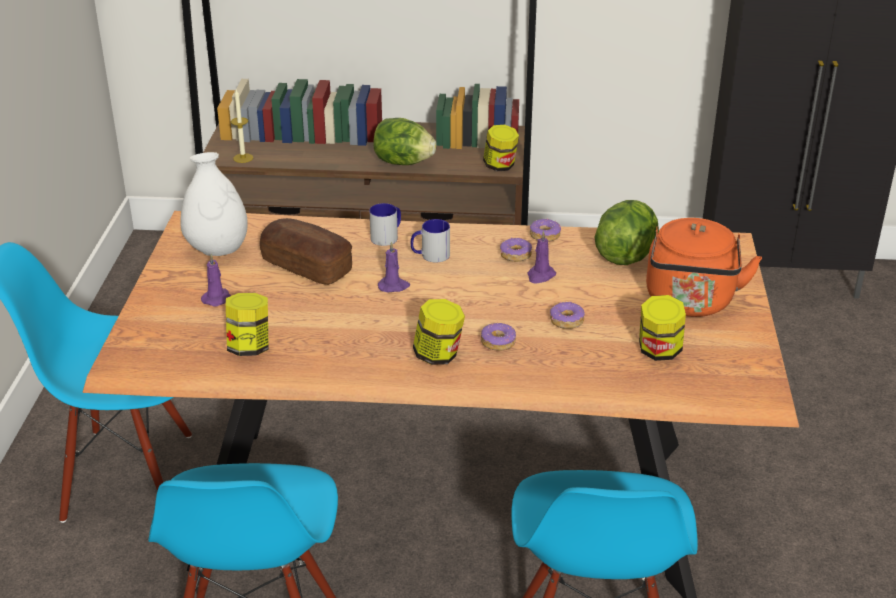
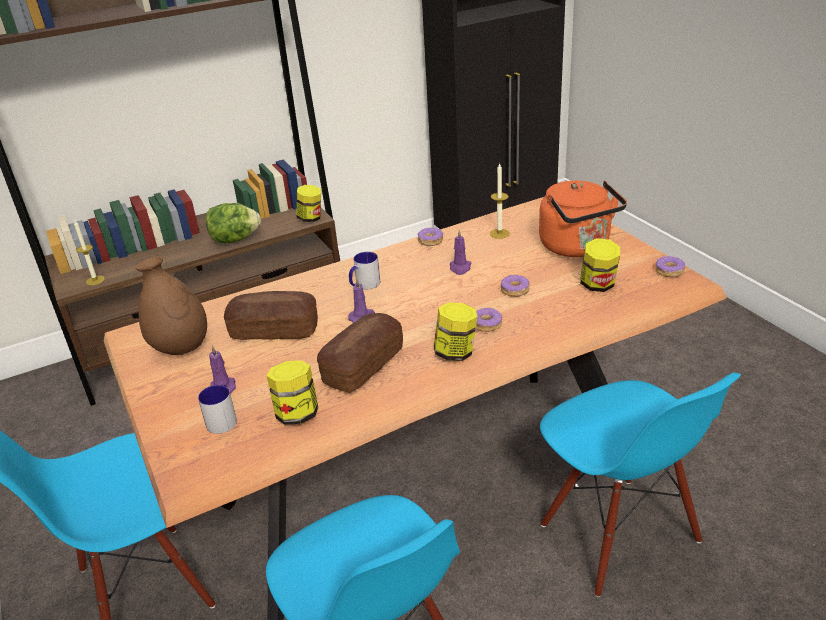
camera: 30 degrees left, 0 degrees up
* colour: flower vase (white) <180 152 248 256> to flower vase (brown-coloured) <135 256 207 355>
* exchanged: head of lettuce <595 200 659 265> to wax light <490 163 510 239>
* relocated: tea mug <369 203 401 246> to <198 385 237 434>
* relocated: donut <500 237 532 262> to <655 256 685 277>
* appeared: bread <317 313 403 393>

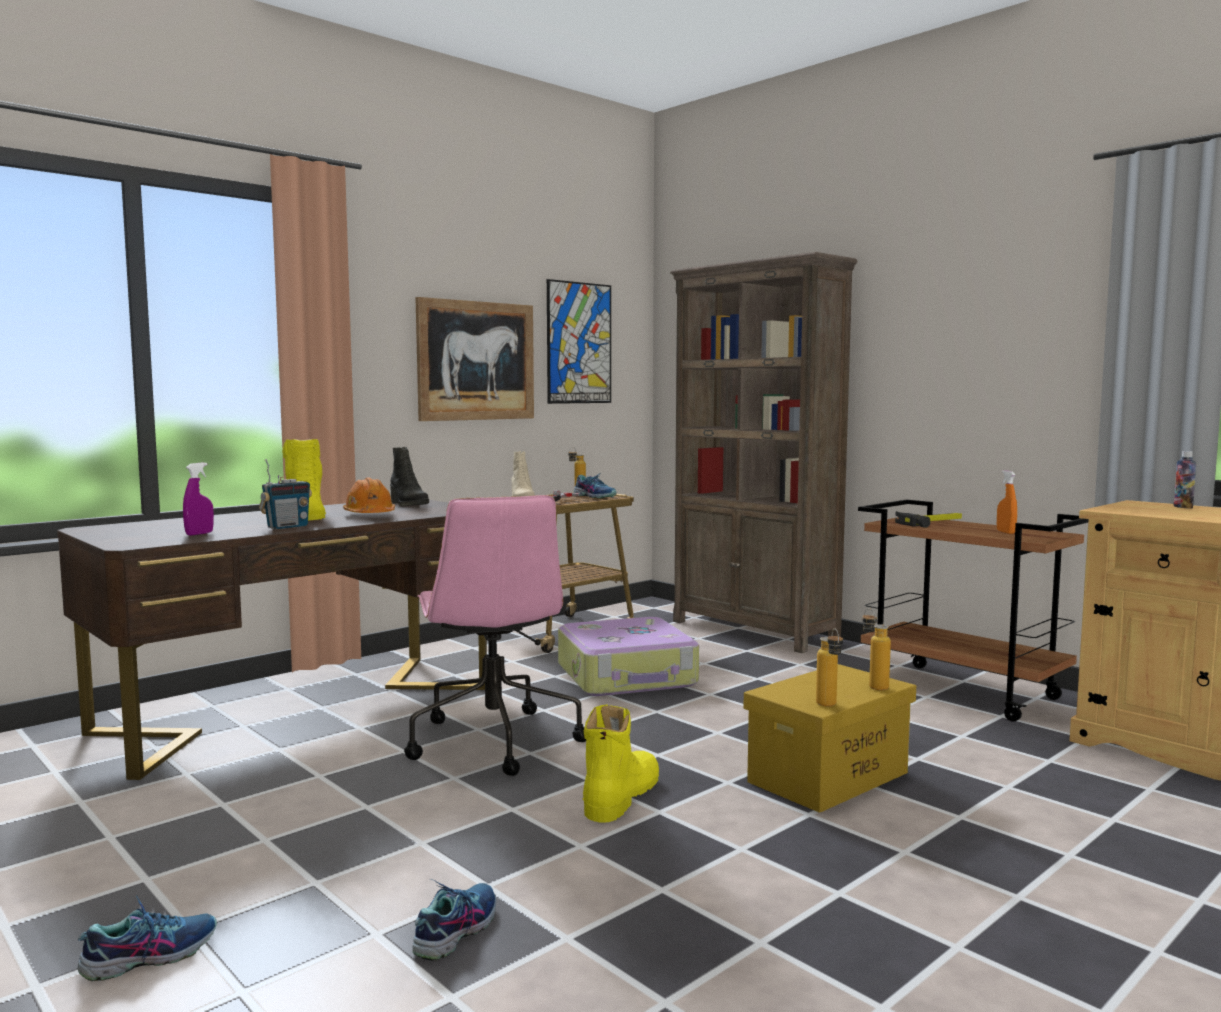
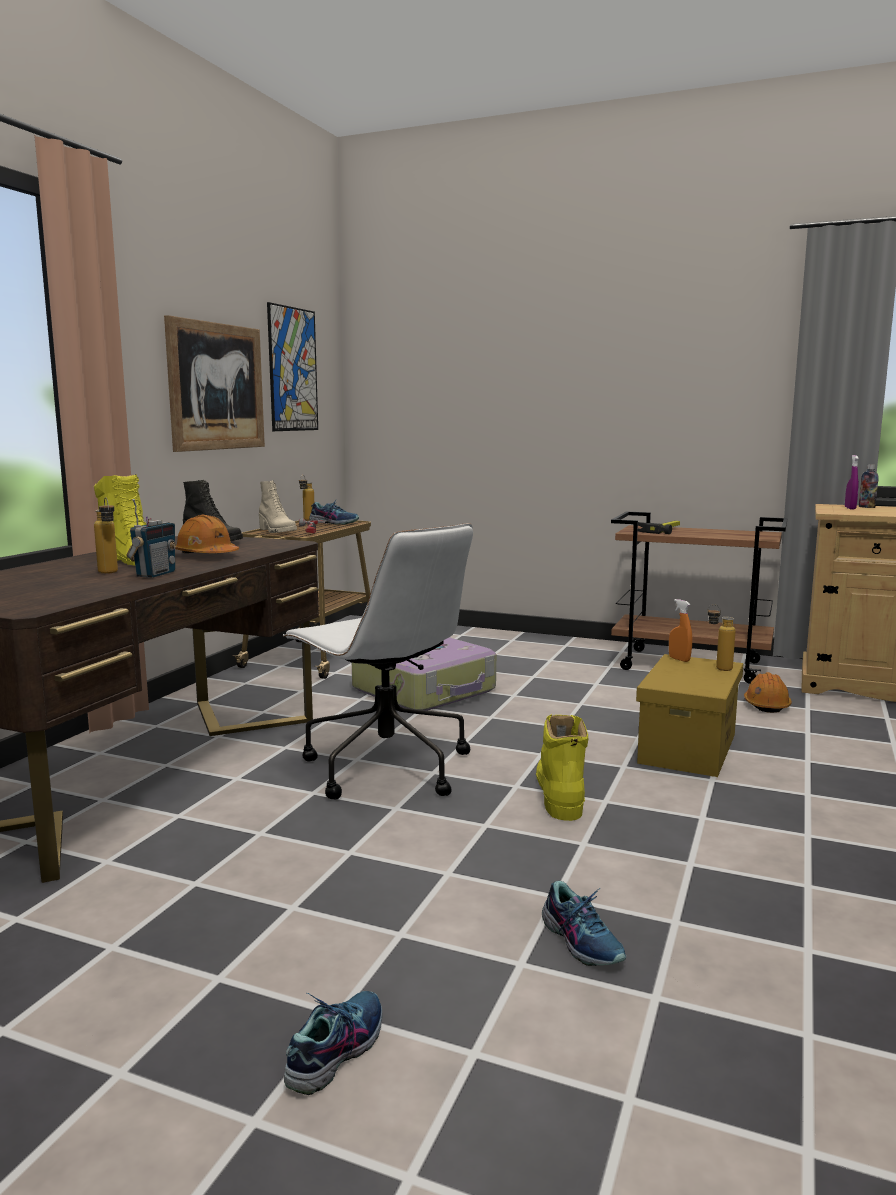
camera: 25 degrees left, 5 degrees up
* missing: bookcase (brown-coloured) <670 252 857 653>
* relocated: hand sprayer (purplish) <183 462 214 536> to <845 455 859 509>
* relocated: hand sprayer (orange) <997 470 1017 534> to <669 599 692 662>
* colour: desk chair (pink-coloured) <404 495 586 776> to desk chair (white) <283 523 473 799>
* relocated: beverage bottle <816 628 843 706> to <94 497 118 574>
* spun: shoe <412 879 496 961> = <542 881 626 966> 150 degrees clockwise
* appeared: hard hat (orange) <744 672 792 713>

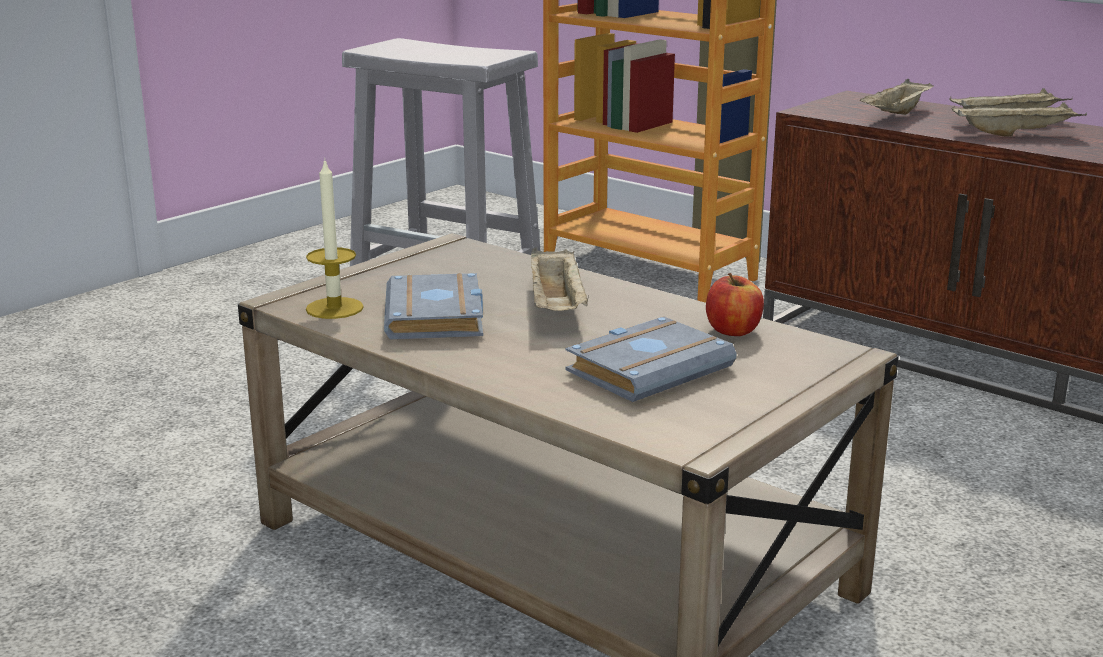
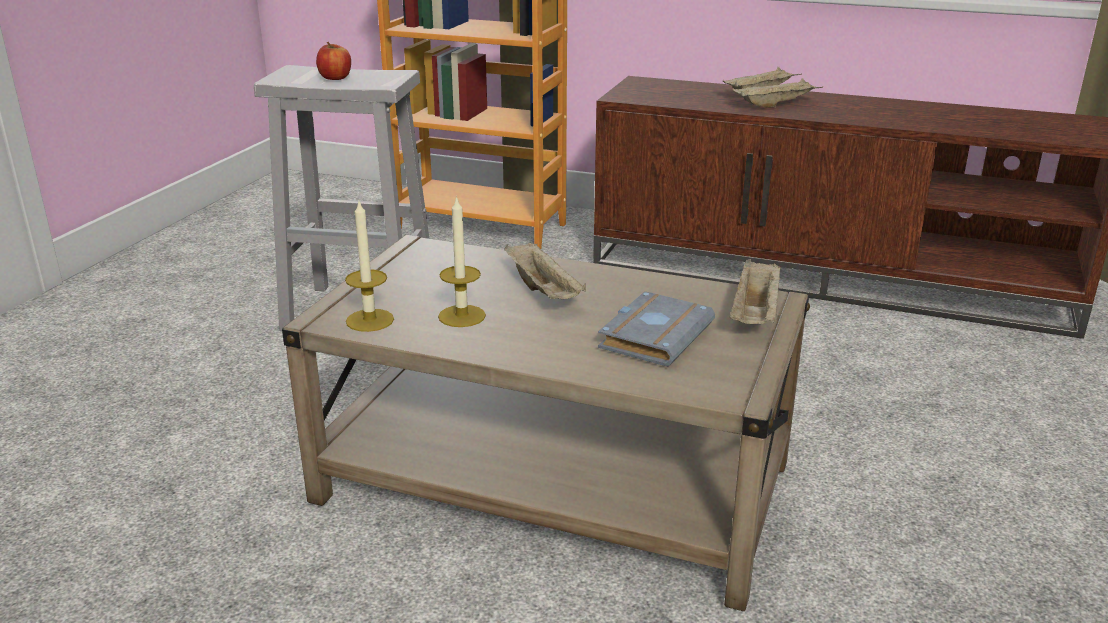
camera: 20 degrees left, 5 degrees up
* relocated: tray (beige-coloured) <860 79 934 115> to <730 259 781 324>
* exchanged: bound book (grey) <384 273 483 340> to wax light <438 196 486 327>
* relocated: whole apple <706 273 764 336> to <316 42 351 80>

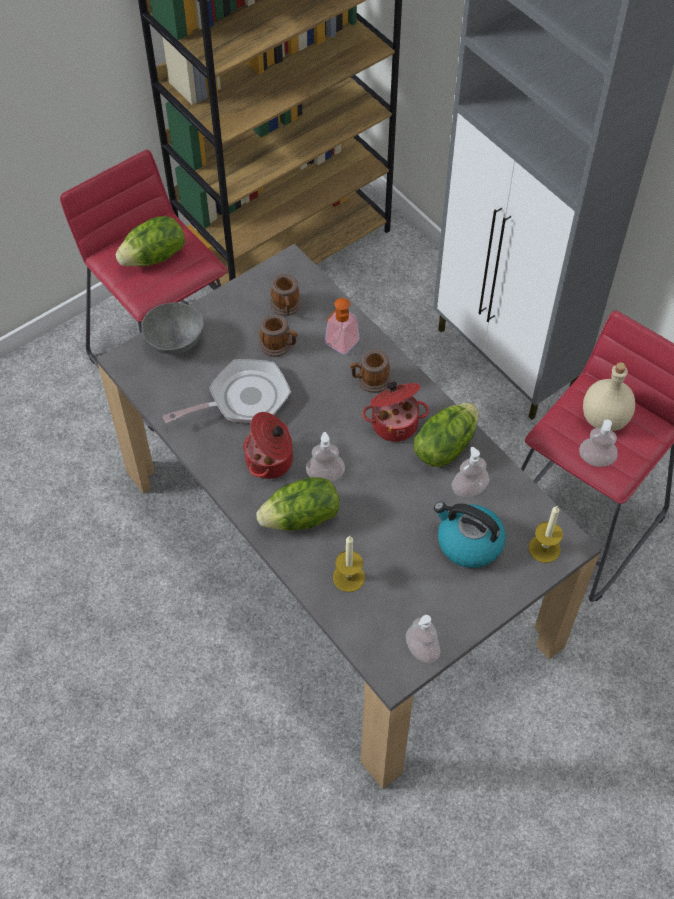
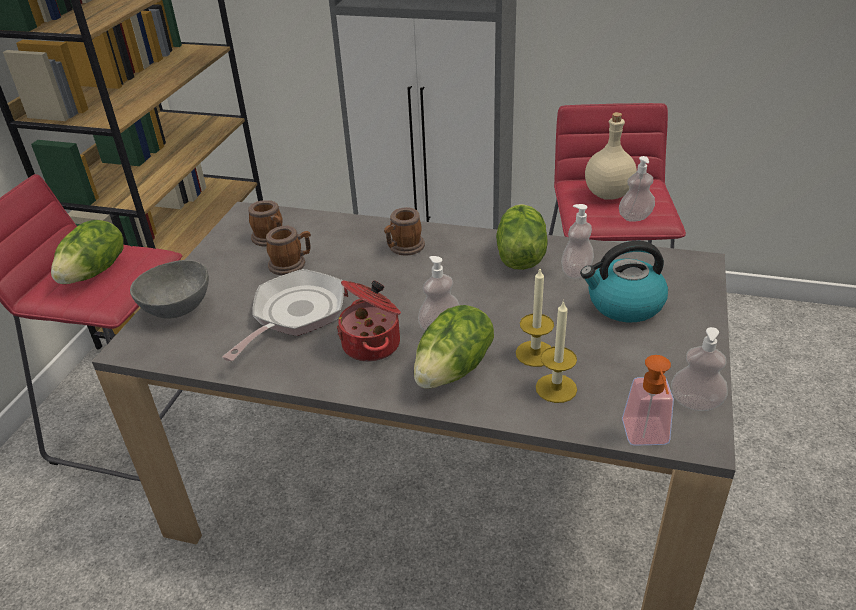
camera: 35 degrees left, 20 degrees down
* relocated: soap bottle <325 298 359 355> to <622 355 674 446>
* missing: stockpot <362 382 429 442>
* relocated: wax light <529 506 563 563> to <516 267 554 367>

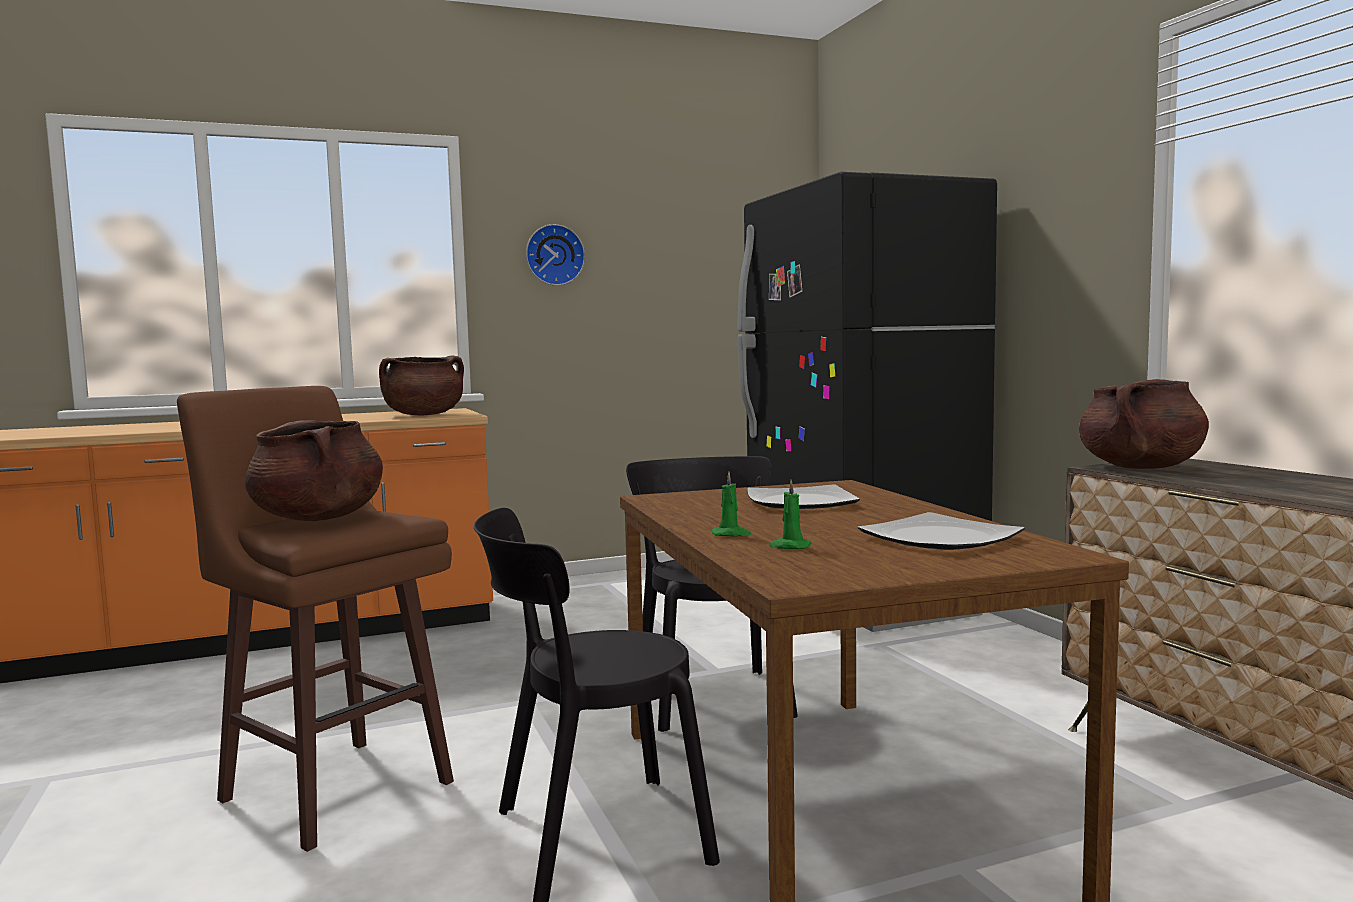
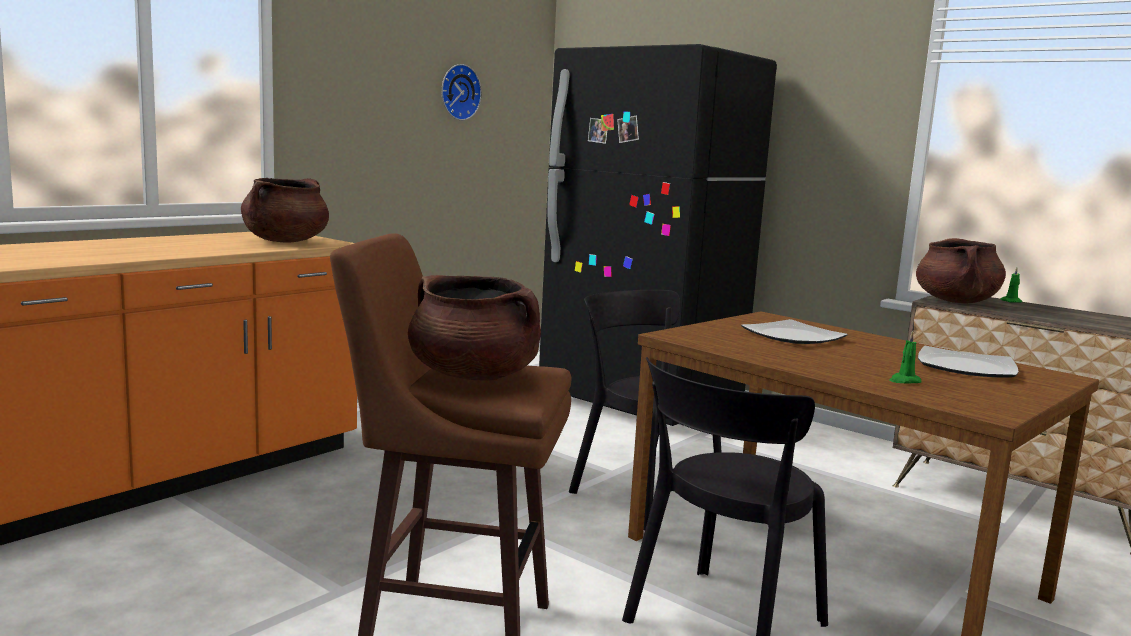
camera: 30 degrees left, 5 degrees up
* relocated: hanging clock <526 224 585 286> to <441 64 482 120>
* relocated: wax light (green-coloured) <712 472 751 536> to <1001 268 1022 303>

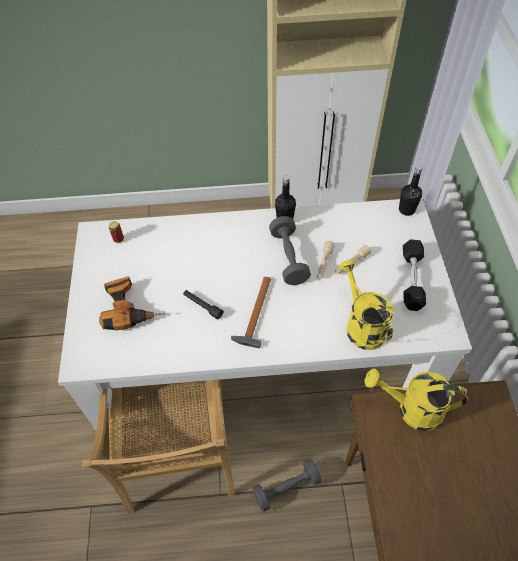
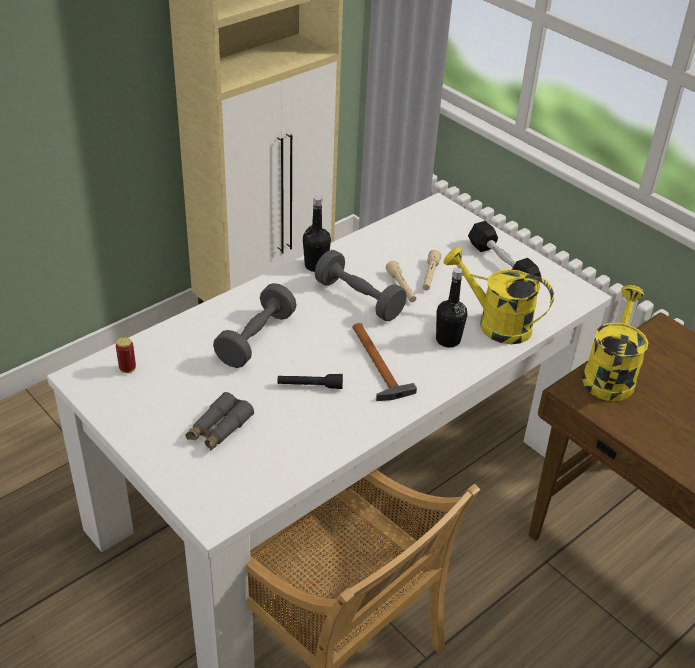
camera: 40 degrees left, 15 degrees down
* relocated: beverage bottle (black) <399 165 422 216> to <436 268 467 348>
* exchanged: electric drill <99 276 165 331> to field glasses (grey) <185 392 254 451>
* spun: sprinkling can (yellowish) <364 369 468 431> = <582 285 648 401> 135 degrees clockwise
* relocated: hand weight (grey) <252 459 321 512> to <213 283 296 368>

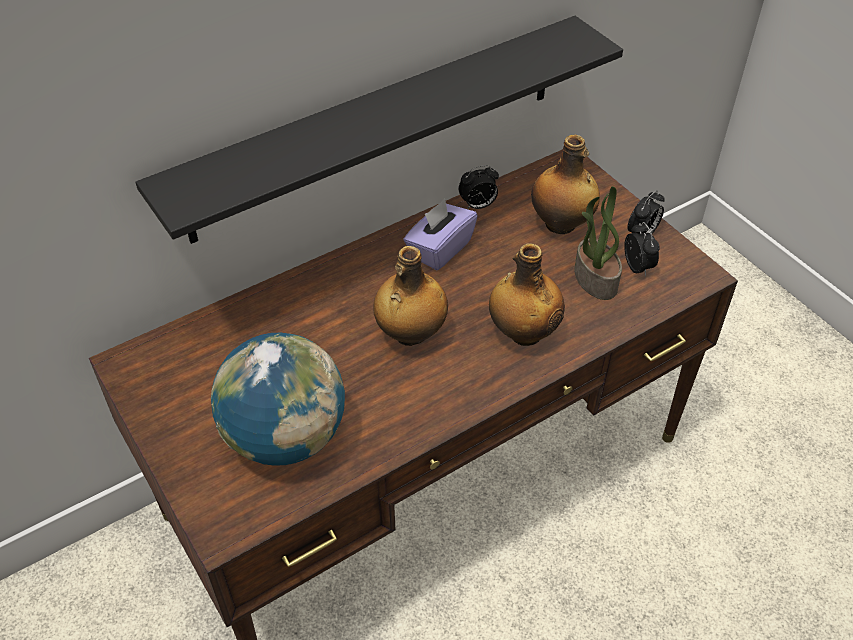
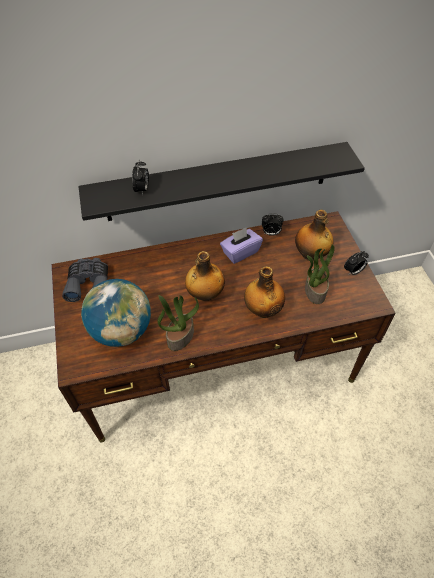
camera: 20 degrees right, 5 degrees up
* relocated: alarm clock <624 222 660 277> to <132 160 149 195>
* appeared: field glasses (grey) <62 258 108 302>
* appeared: potted plant <158 295 199 351>

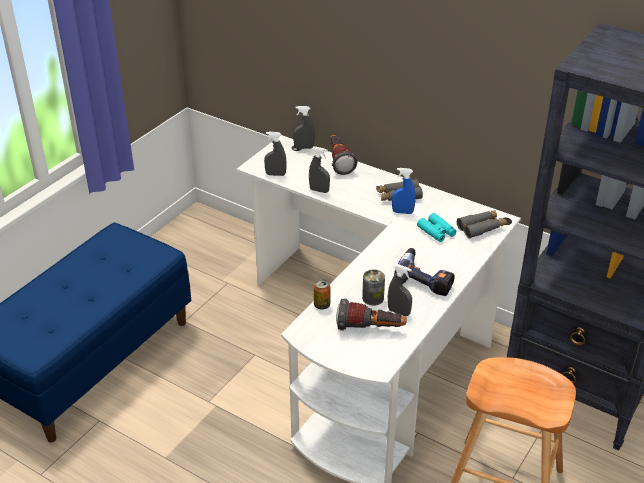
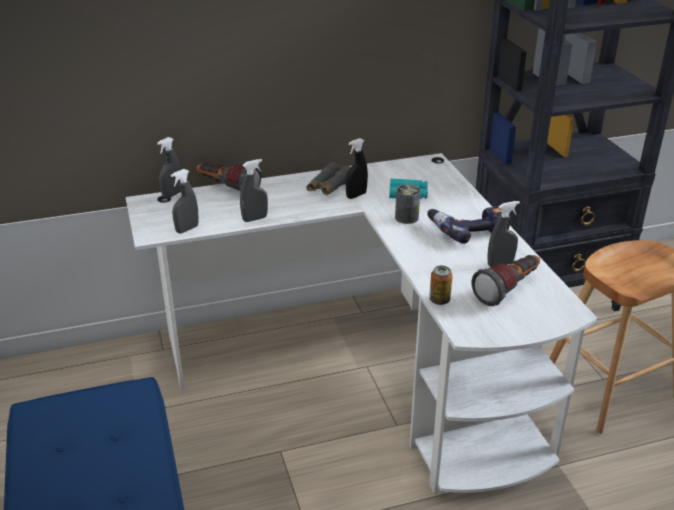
camera: 50 degrees left, 5 degrees down
* colour: hand sprayer (blue) <392 168 416 214> to hand sprayer (black) <346 138 368 199>
* missing: field glasses (grey) <457 210 507 239>
* relocated: can <362 269 385 306> to <395 184 420 224>

